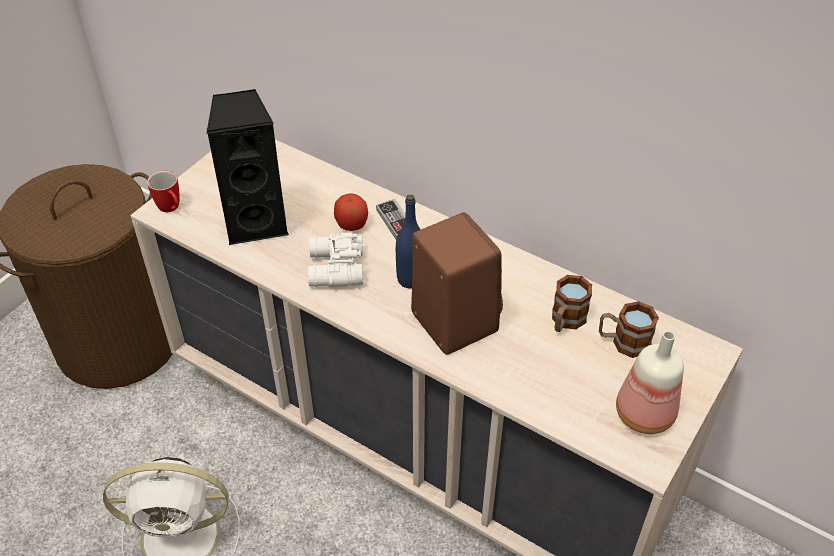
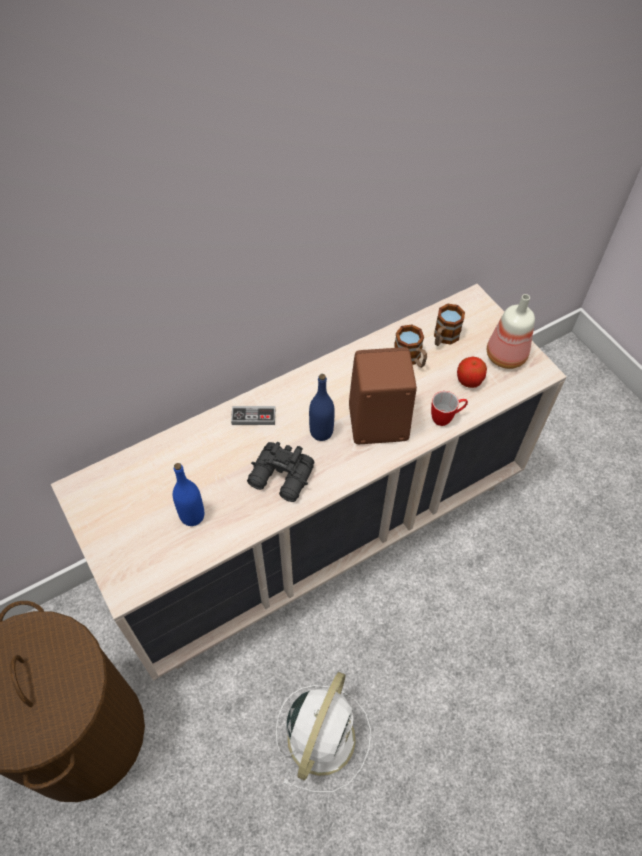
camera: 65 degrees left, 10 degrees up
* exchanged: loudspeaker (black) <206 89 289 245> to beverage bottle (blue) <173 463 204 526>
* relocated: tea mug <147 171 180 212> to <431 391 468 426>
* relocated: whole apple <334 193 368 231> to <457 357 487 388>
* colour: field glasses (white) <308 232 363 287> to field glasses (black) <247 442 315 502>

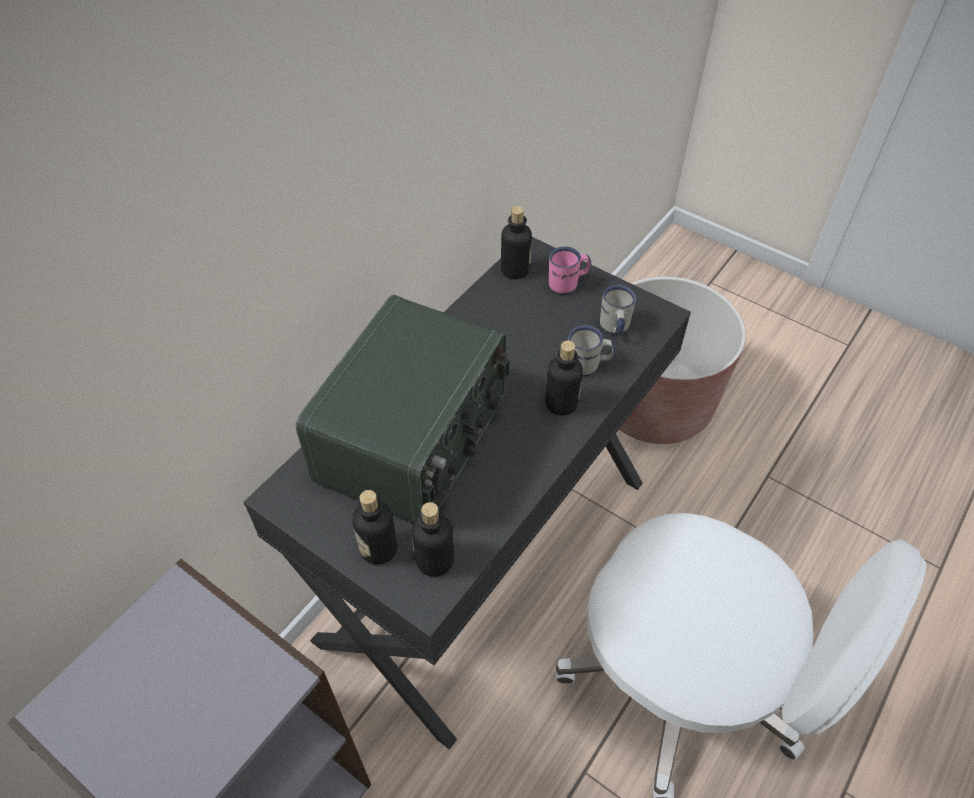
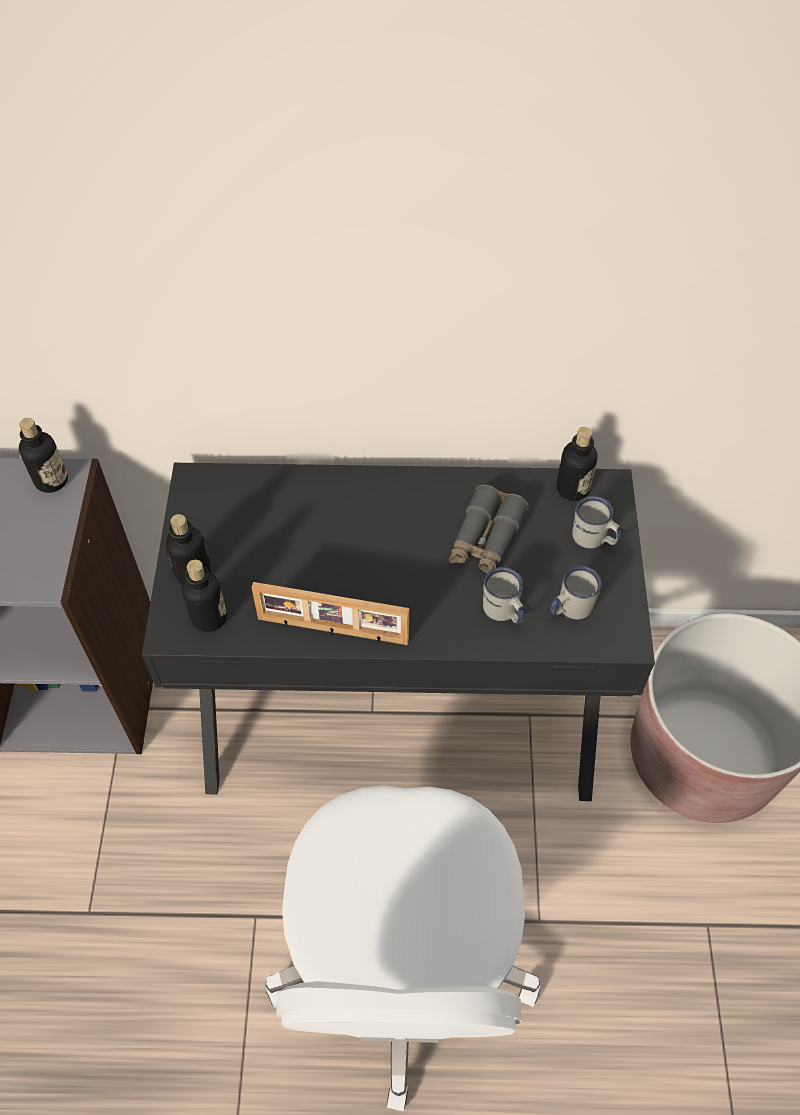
camera: 55 degrees right, 5 degrees up
* colour: tea mug (pink-coloured) <549 246 591 295> to tea mug (white) <572 496 623 550>
* missing: radio <296 295 510 523>
* relocated: beverage bottle <545 341 583 416> to <19 418 68 493>
* appeared: field glasses (grey) <449 485 529 573>
* appeared: standing frame <251 582 409 645>

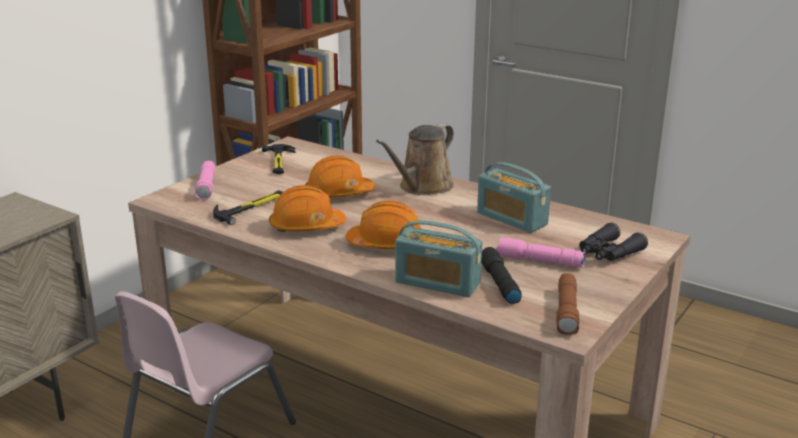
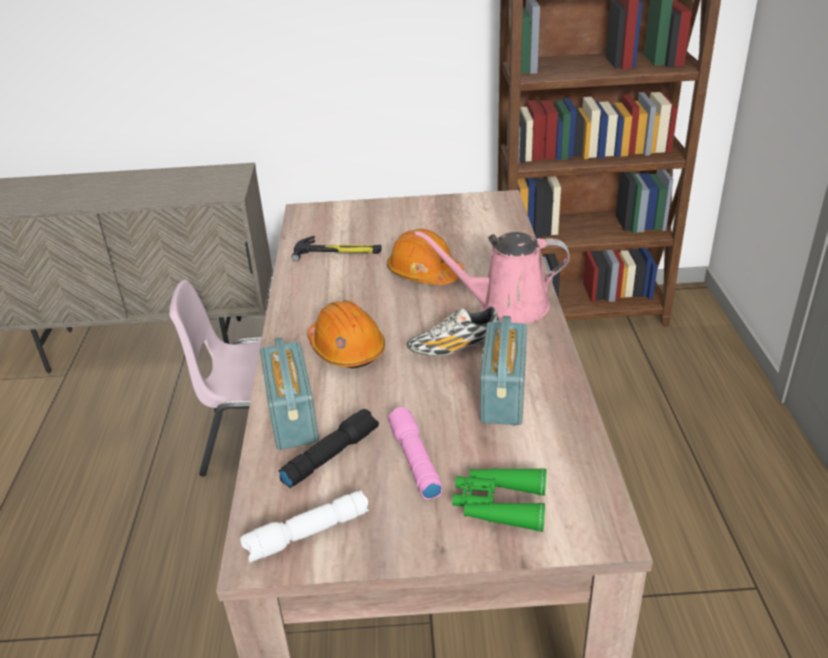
camera: 55 degrees right, 10 degrees up
* colour: sprinkling can (brown-coloured) <376 124 454 195> to sprinkling can (pink-coloured) <414 230 570 324>
* missing: tool hammer <262 144 296 174>
* missing: torch (pink-coloured) <195 161 215 199>
* missing: hard hat (orange) <269 185 346 232>
* colour: field glasses (black) <579 223 648 261> to field glasses (green-coloured) <452 468 547 532>
* colour: torch (brown-coloured) <556 273 579 335> to torch (white) <240 490 369 563>
* appeared: shoe <407 306 500 356>

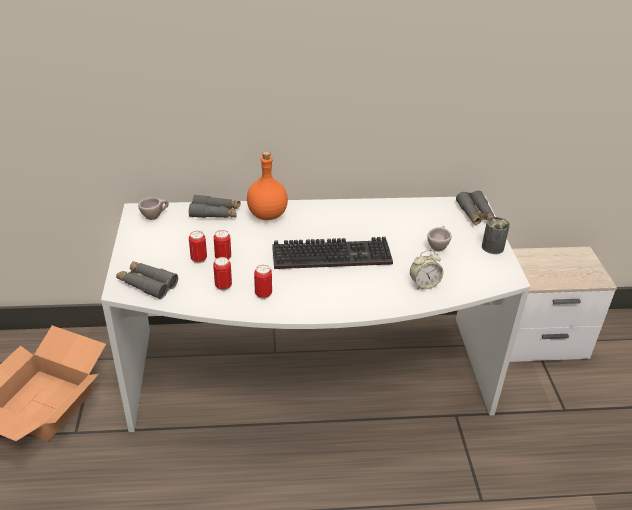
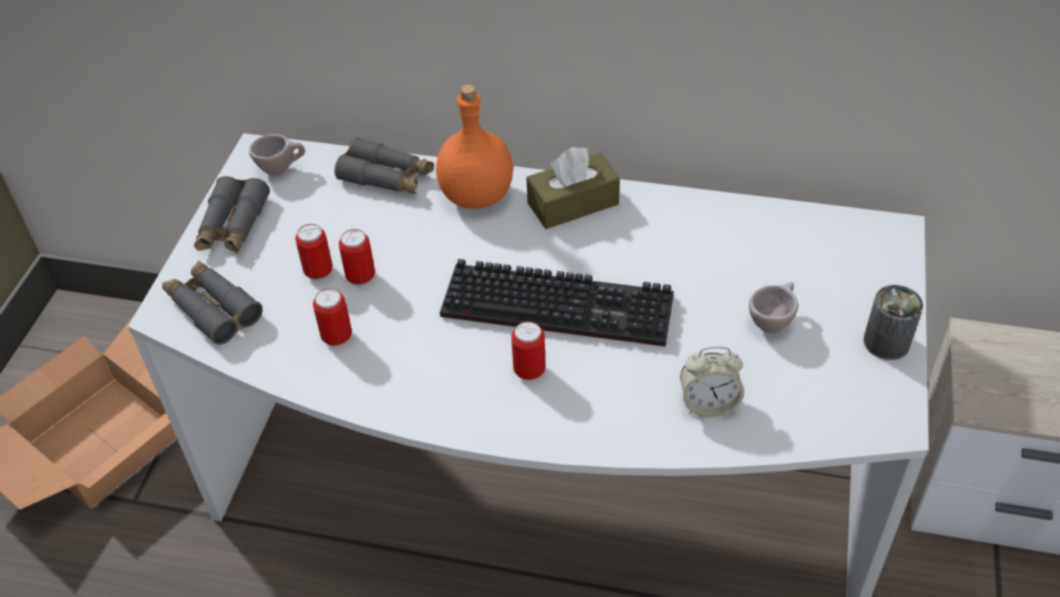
camera: 20 degrees right, 10 degrees up
* relocated: field glasses (grey) <456 191 495 225> to <194 176 270 253>
* relocated: can <254 265 272 299> to <511 321 546 381>
* appeared: box of tissues (brown-coloured) <526 147 620 229>

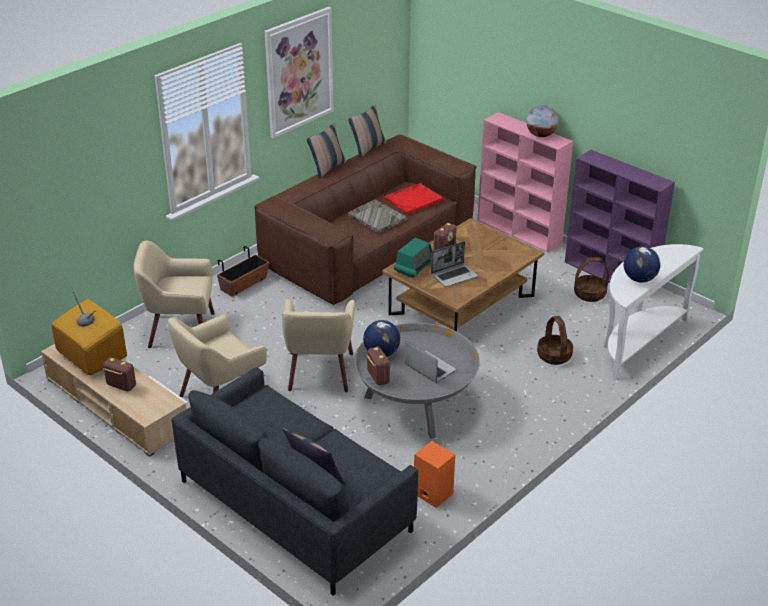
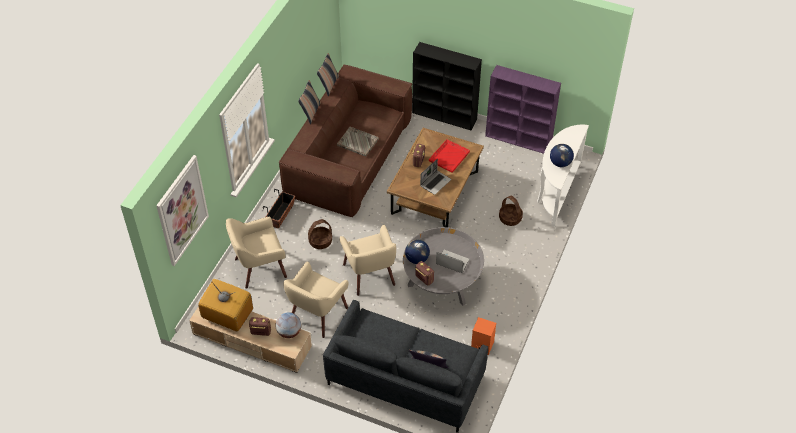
camera: 20 degrees left, 15 degrees up
* relocated: picture <265 7 334 138> to <156 155 209 266>
* relocated: globe <526 105 558 137> to <276 312 301 338>
* colour: bookcase (pink-coloured) <478 112 573 253> to bookcase (black) <412 42 482 130>
* relocated: tray (red) <385 183 443 214> to <429 139 470 173>
* missing: radio <394 238 433 278>
* relocated: storage basket <574 257 609 302> to <308 219 332 249>

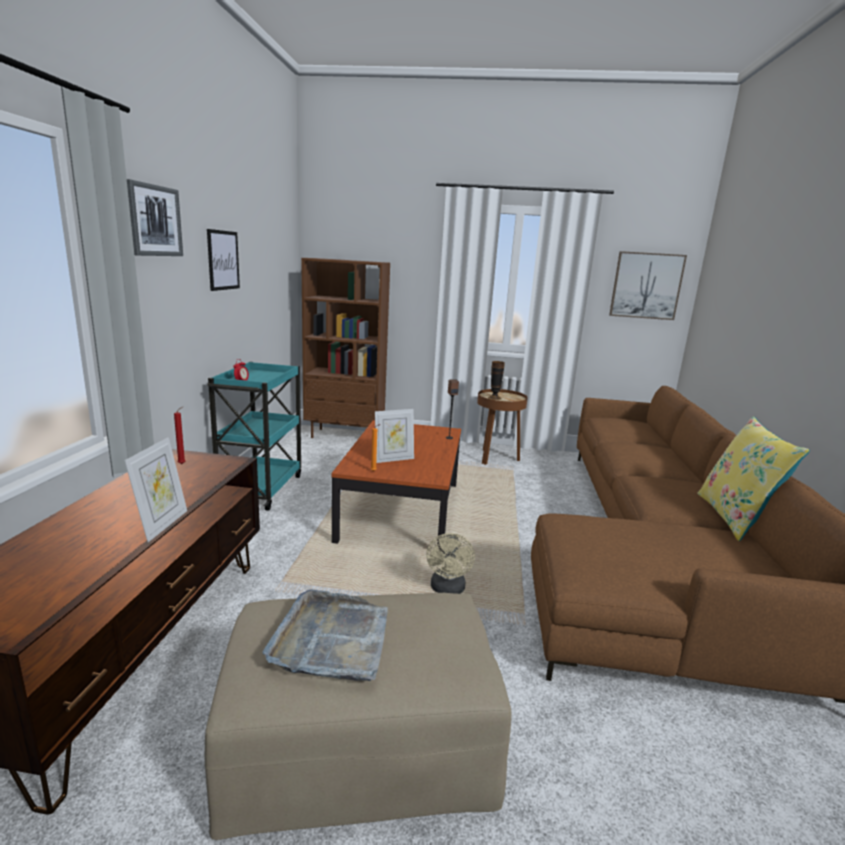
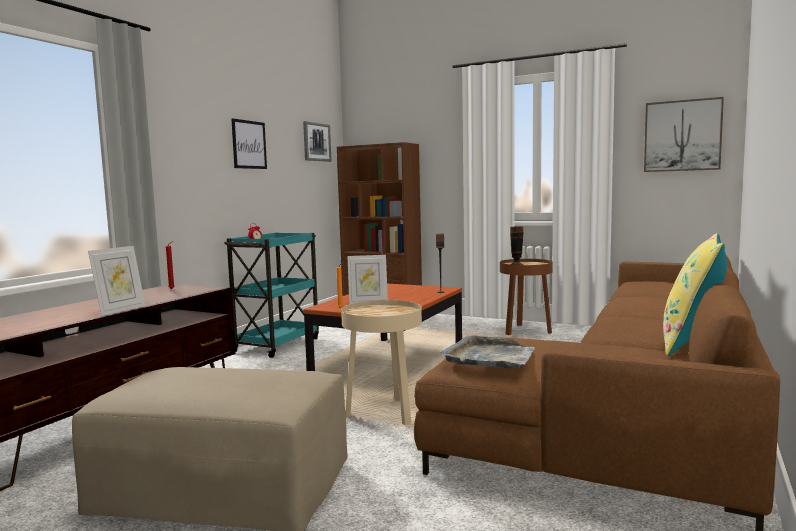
camera: 20 degrees right, 10 degrees down
* relocated: picture <127 179 183 256> to <303 121 332 162>
* exchanged: cooling fan (beige-coloured) <426 533 475 594> to side table (beige-coloured) <341 300 422 425>
* relocated: tray (grey) <262 589 388 681> to <440 336 535 368>

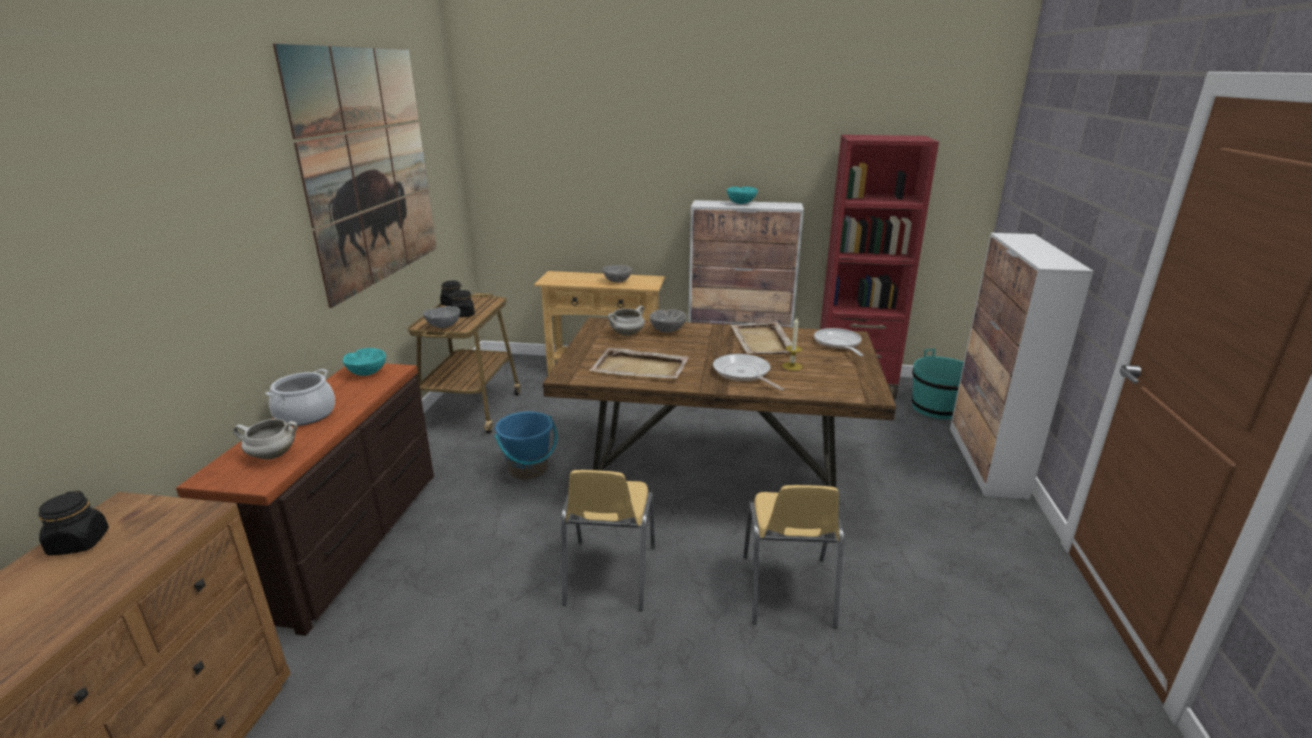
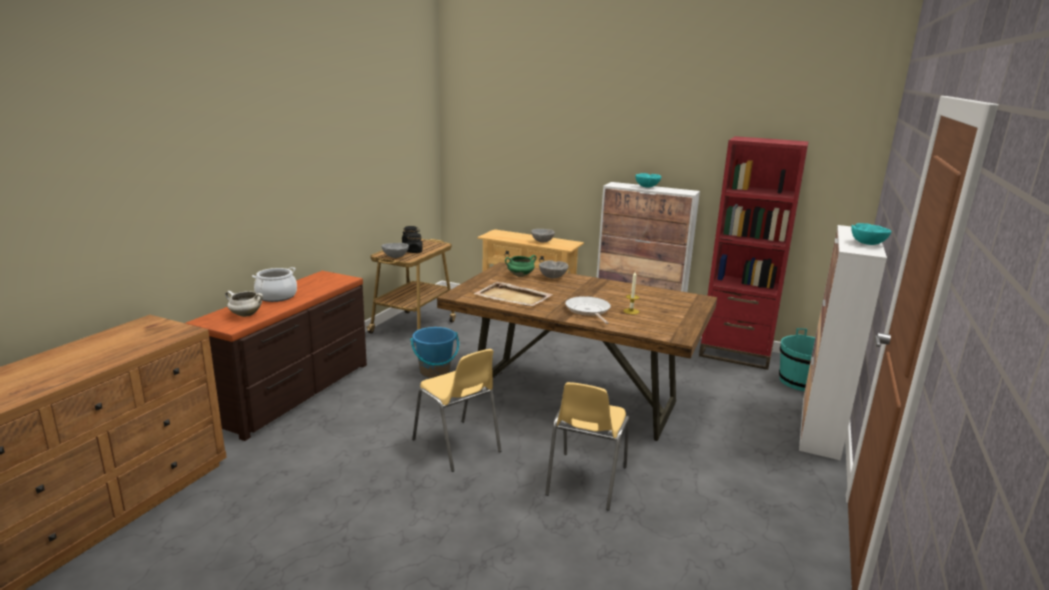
camera: 15 degrees right, 5 degrees down
* missing: picture <273 44 436 308>
* colour: stockpot (white) <608 306 645 336> to stockpot (green-coloured) <505 255 537 277>
* missing: tray (beige-coloured) <730 322 792 354>
* missing: frying pan <814 328 863 356>
* relocated: deep dish (turquoise-coloured) <343 348 386 376> to <851 223 892 245>
* spun: chair (yellowish) <561 470 655 611> = <412 349 501 472> 60 degrees counterclockwise
* missing: preserve jar (black) <39 491 109 556>

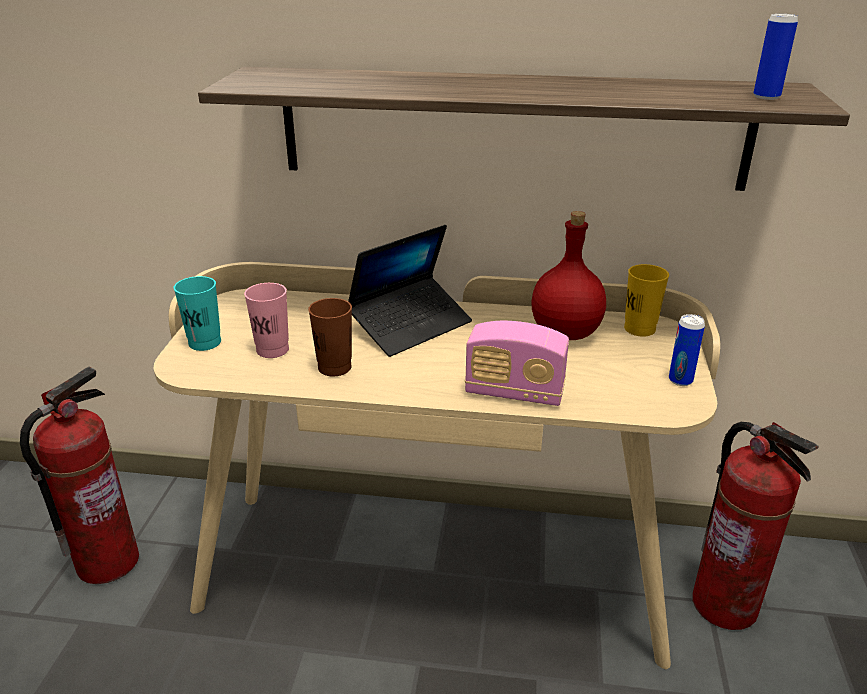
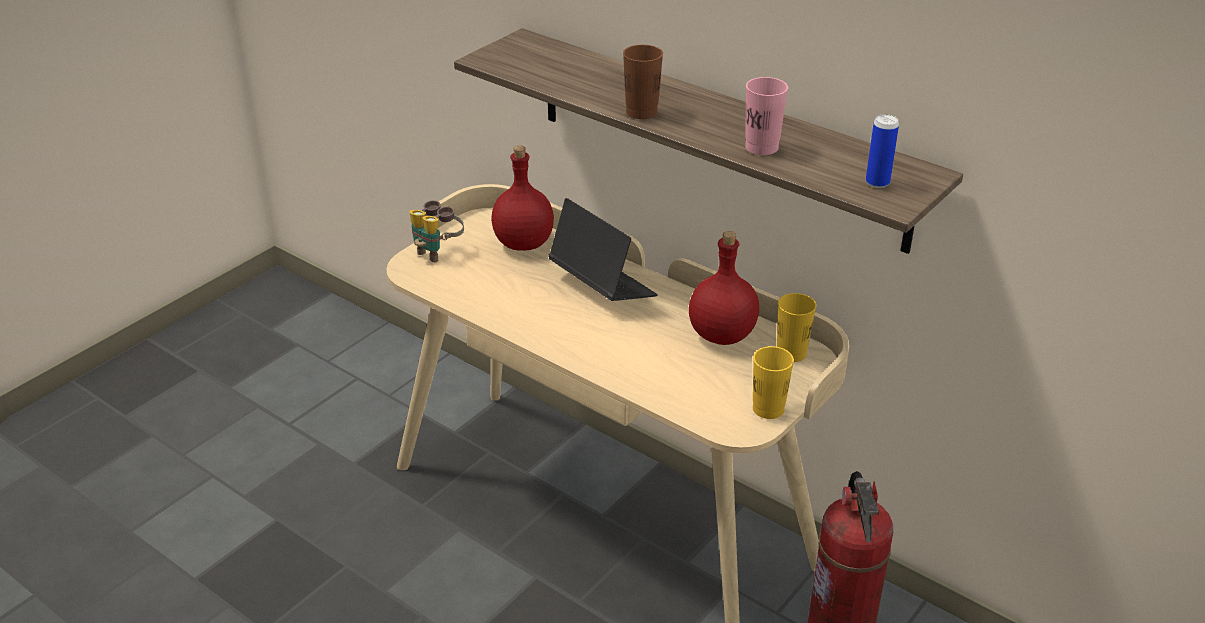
camera: 30 degrees right, 5 degrees up
* spun: notebook computer <348 225 472 357> = <548 198 658 301> 120 degrees counterclockwise
* exchanged: small cup (turquoise-coloured) <174 276 221 351> to field glasses <410 200 464 263>
* relocated: small cup (pink-coloured) <244 283 289 358> to <745 77 788 155>
* relocated: small cup (brown-coloured) <308 298 352 376> to <623 45 663 119>
* exchanged: can <669 314 705 386> to small cup (yellowish) <753 346 794 419>
* missing: radio <465 321 569 406>
* missing: fire extinguisher <20 366 139 584>
* appeared: beverage bottle (red) <491 146 554 251>

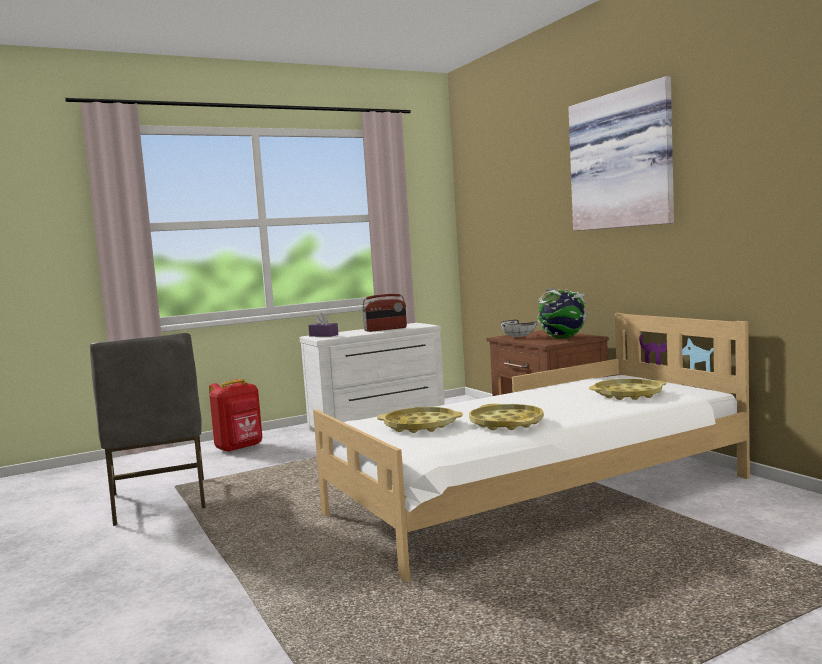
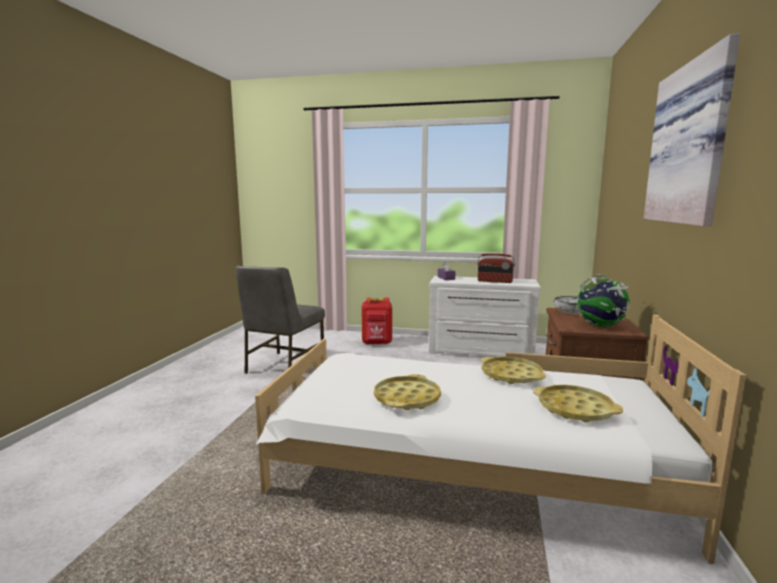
camera: 40 degrees right, 5 degrees up
* relocated: tray (yellowish) <377 407 463 433> to <481 357 546 384>

